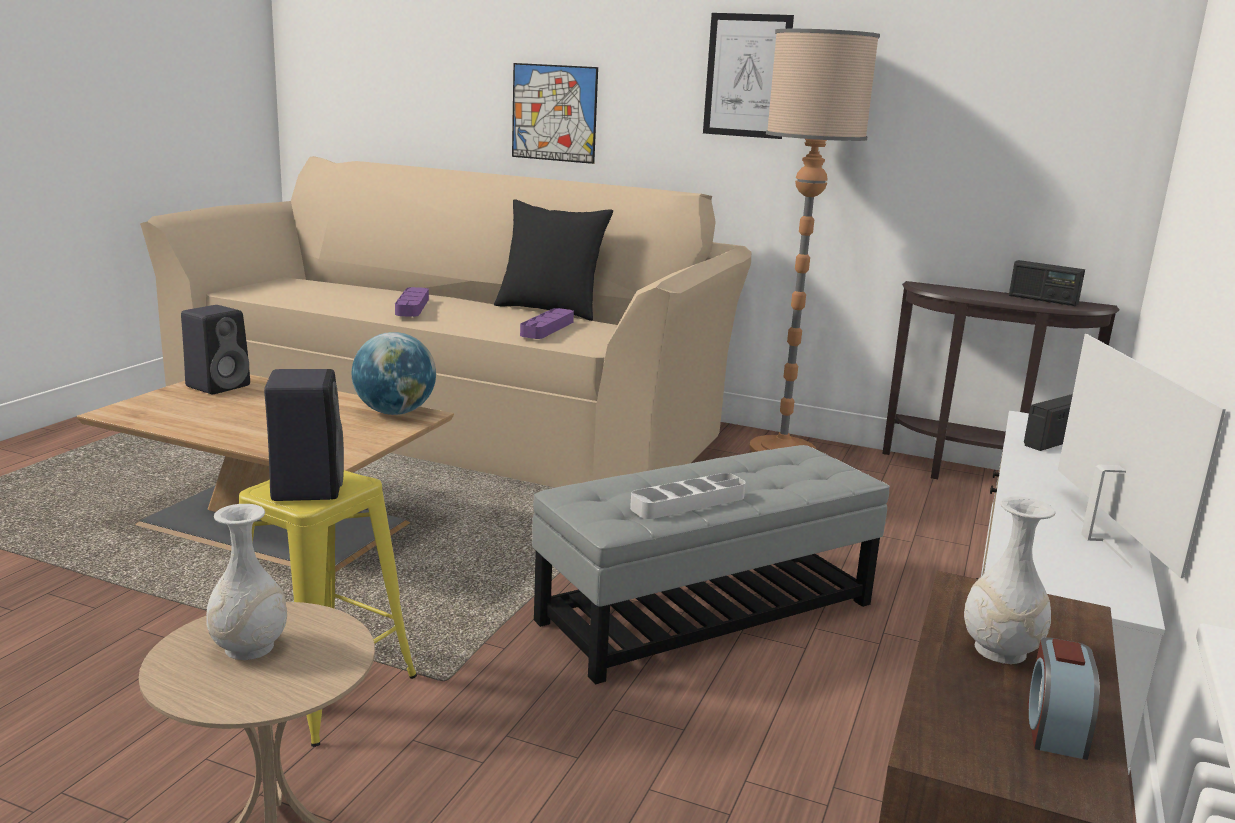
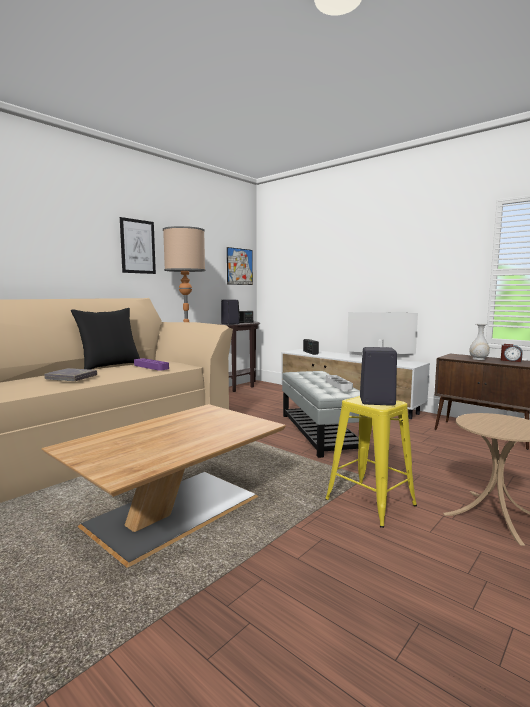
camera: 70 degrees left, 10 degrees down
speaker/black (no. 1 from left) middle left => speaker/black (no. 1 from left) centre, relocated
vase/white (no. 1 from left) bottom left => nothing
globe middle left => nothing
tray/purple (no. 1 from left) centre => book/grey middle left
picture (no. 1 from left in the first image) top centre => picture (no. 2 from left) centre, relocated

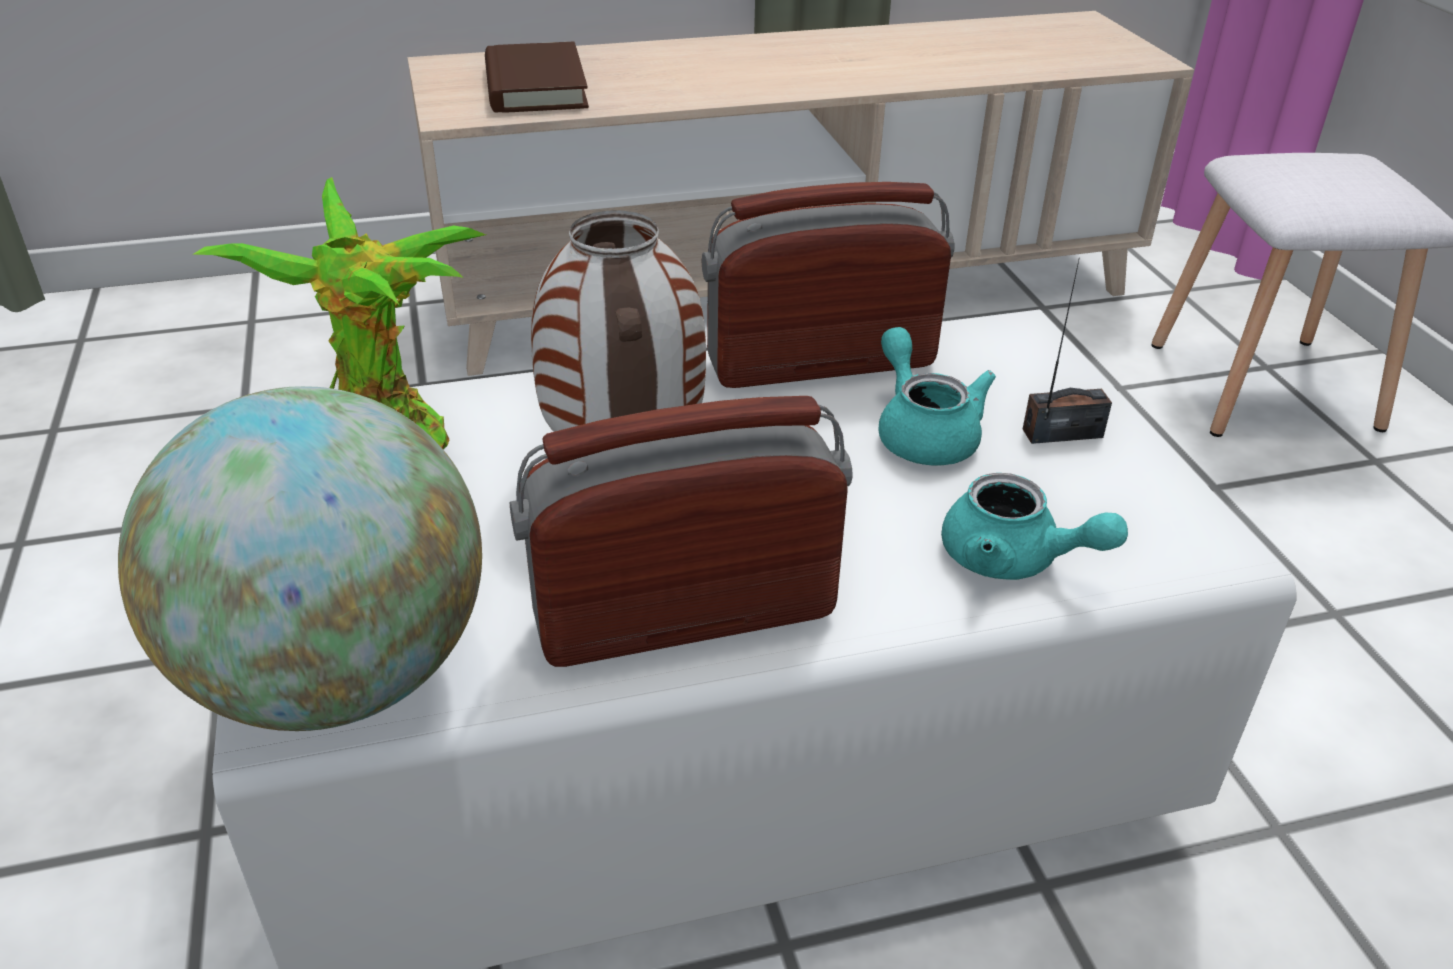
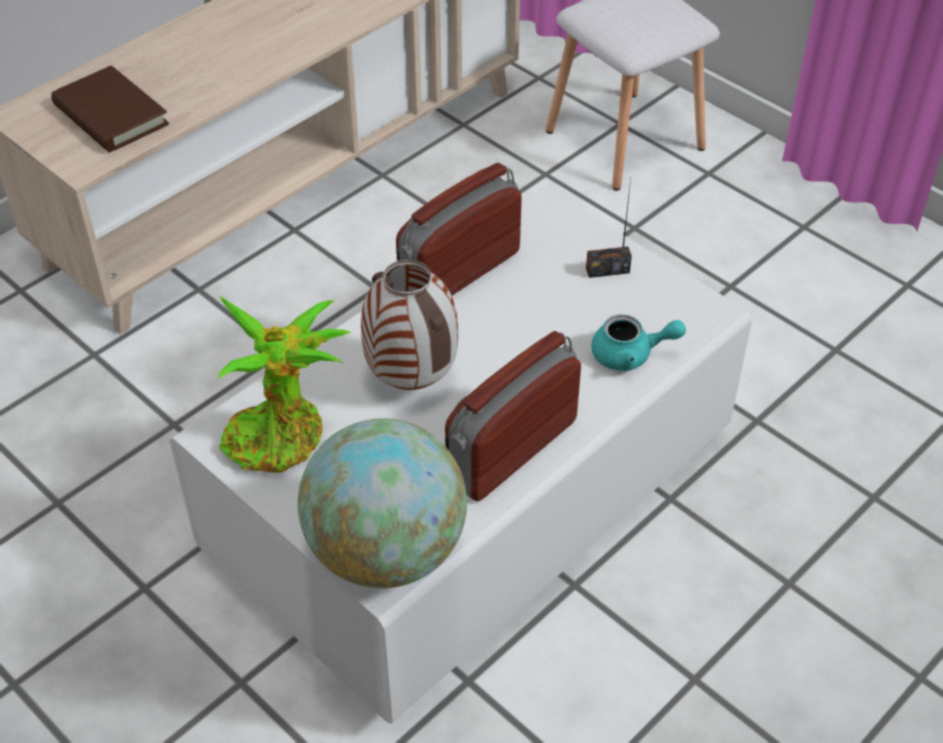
camera: 30 degrees left, 10 degrees up
teapot/turquoise (no. 1 from left) centre => nothing
radio (no. 3 from left) middle right => radio (no. 3 from left) top centre, 150 degrees counterclockwise

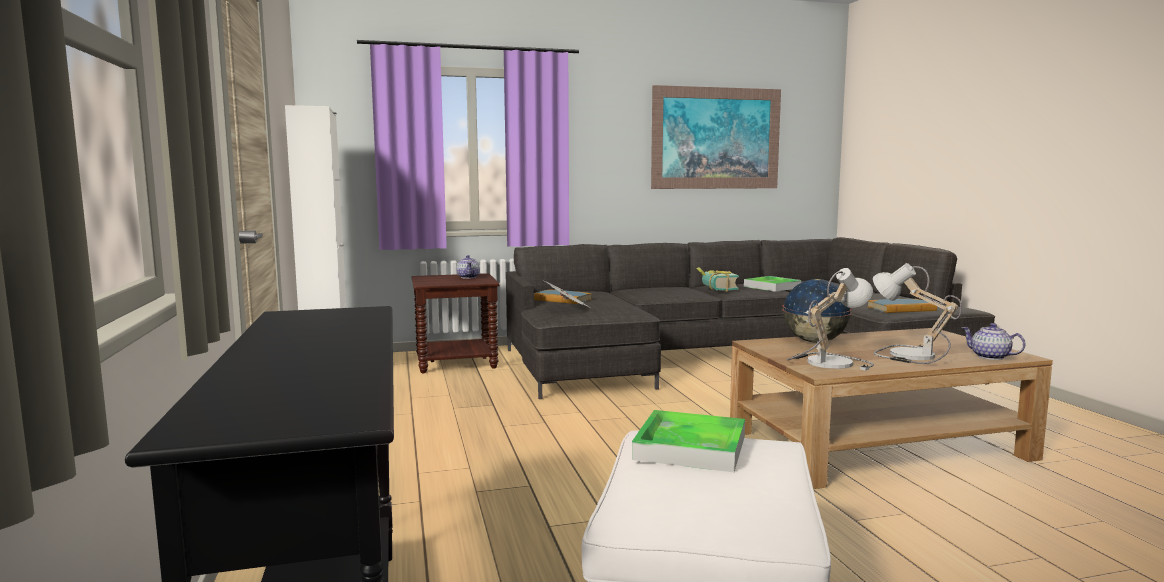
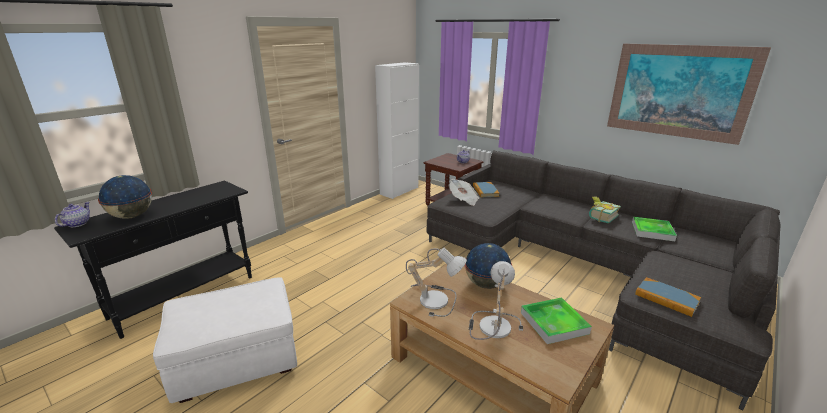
camera: 55 degrees right, 15 degrees up
tray (no. 1 from left) bottom centre => tray (no. 1 from left) bottom right, relocated
teapot (no. 2 from left in the first image) middle right => teapot (no. 1 from left) middle left, relocated
nothing => globe (no. 1 from left) middle left

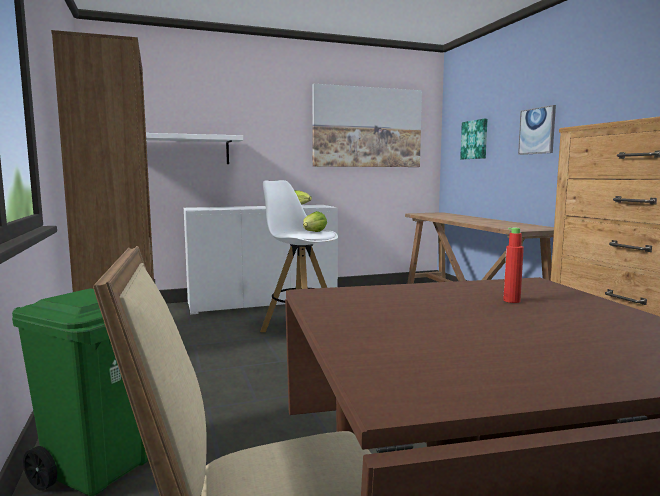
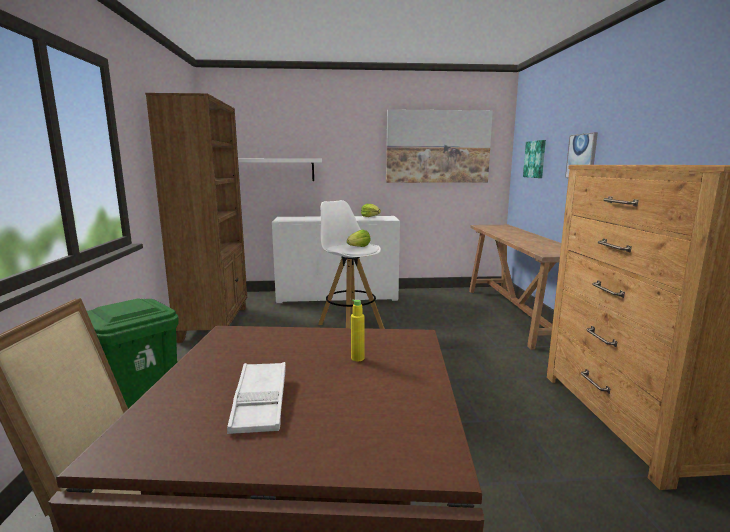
camera: 15 degrees right, 5 degrees up
bottle/red middle right => bottle/yellow centre
nothing => tray/white bottom centre

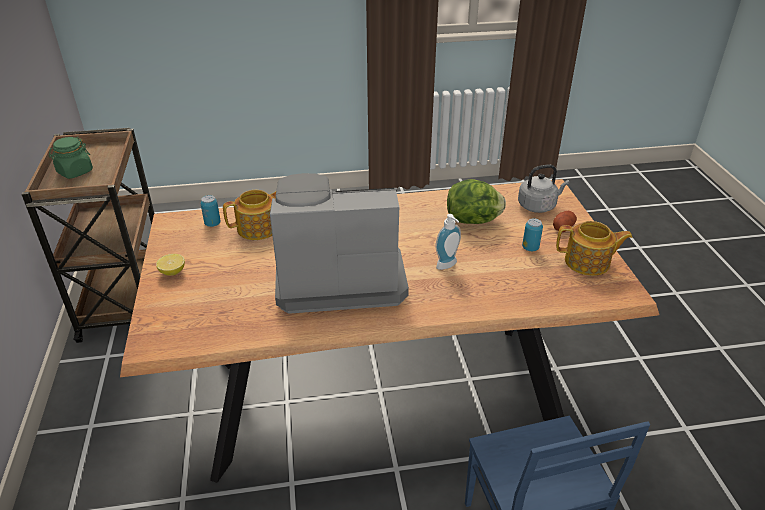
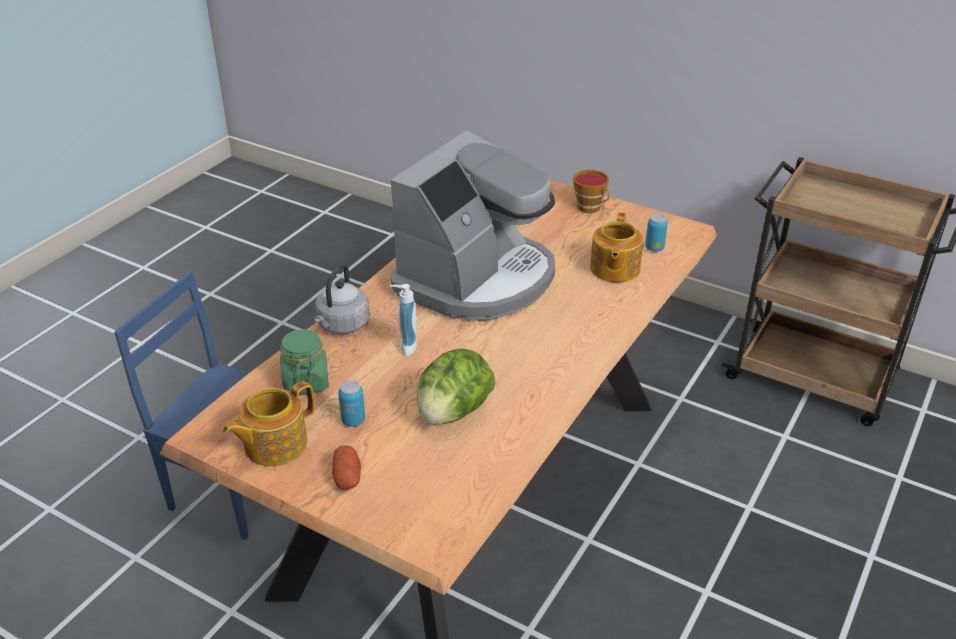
camera: 130 degrees right, 0 degrees up
jar/green top left => jar/green middle left, relocated
lemon middle left => cup top centre
kettle/grey middle right => kettle/grey centre, relocated

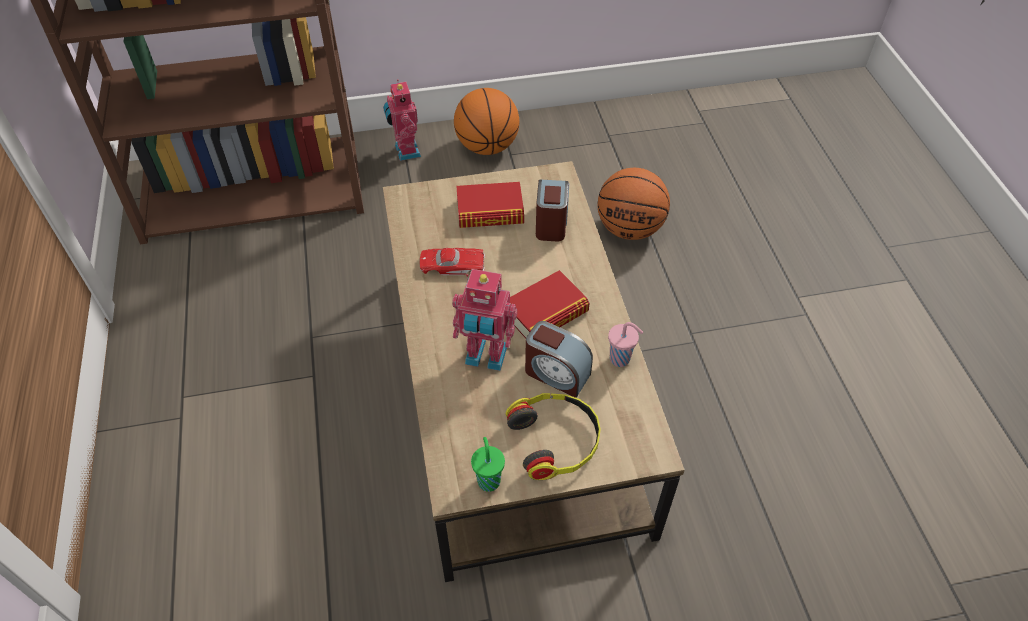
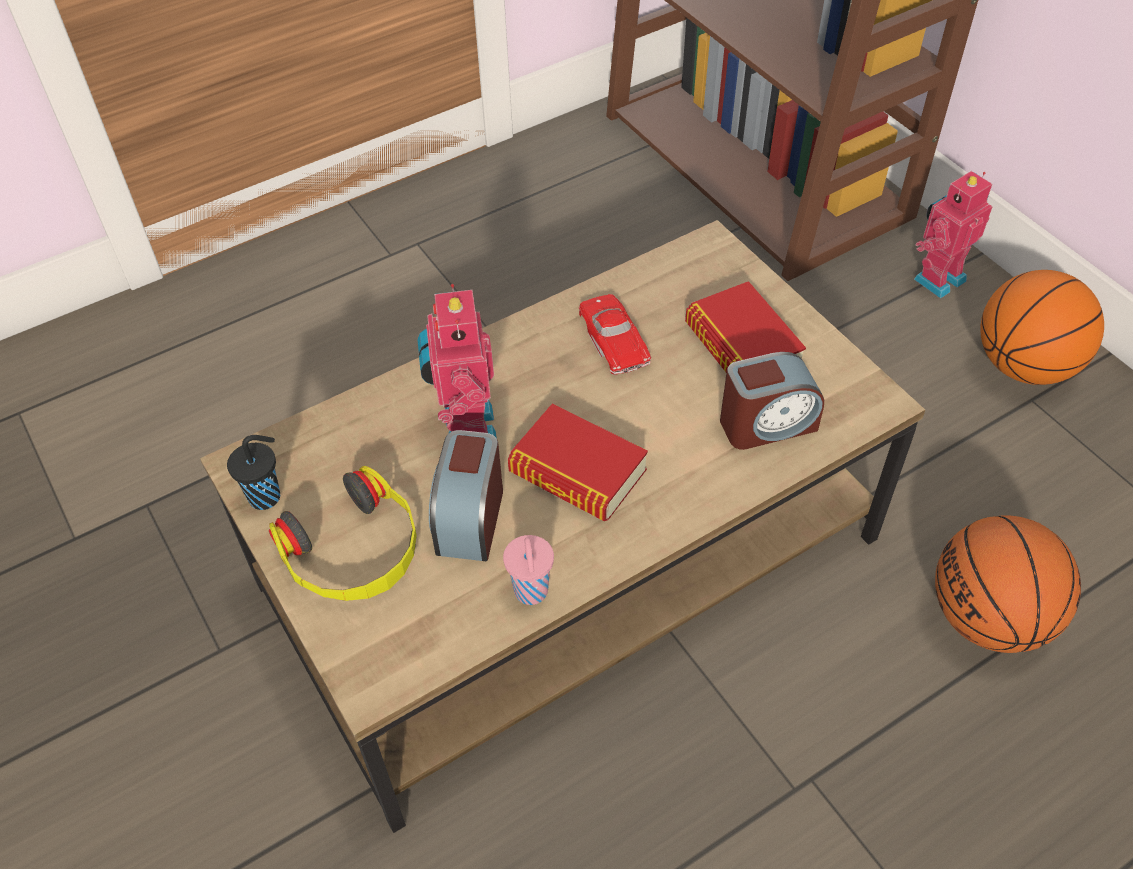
camera: 70 degrees right, 0 degrees up
cup/green bottom centre => cup/black middle left

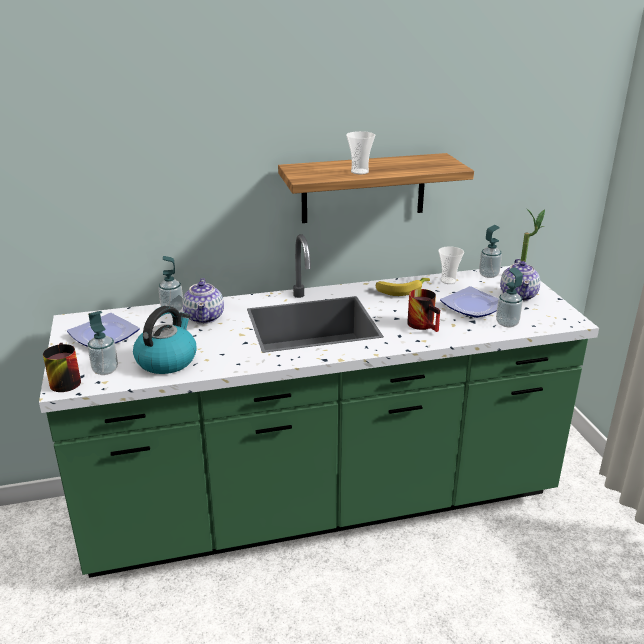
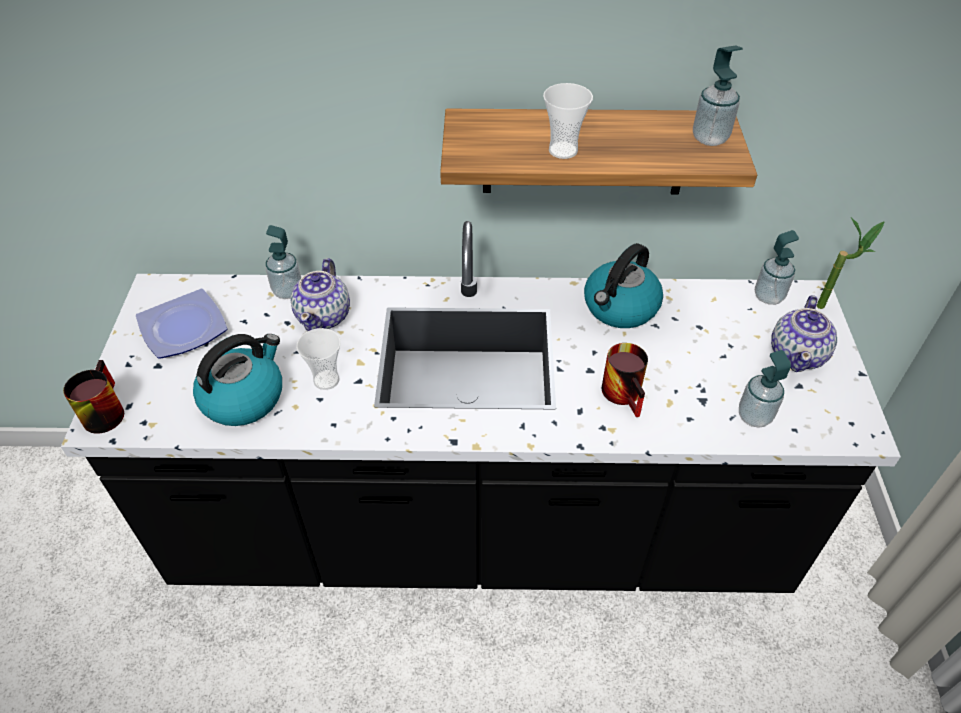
camera: 15 degrees right, 20 degrees up
counter/green centre => counter/black centre
soap dispenser (no. 1 from left in the first image) middle left => soap dispenser (no. 2 from left) top right, relocated
banana centre => kettle (no. 2 from left) centre
cup (no. 2 from left in the first image) middle right => cup (no. 1 from left) middle left, relocated
plate (no. 2 from left) middle right => nothing

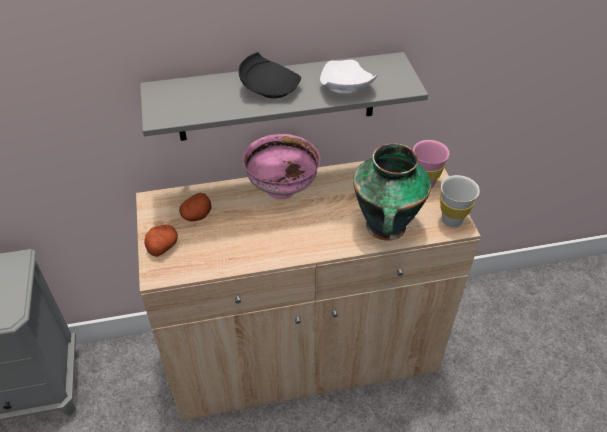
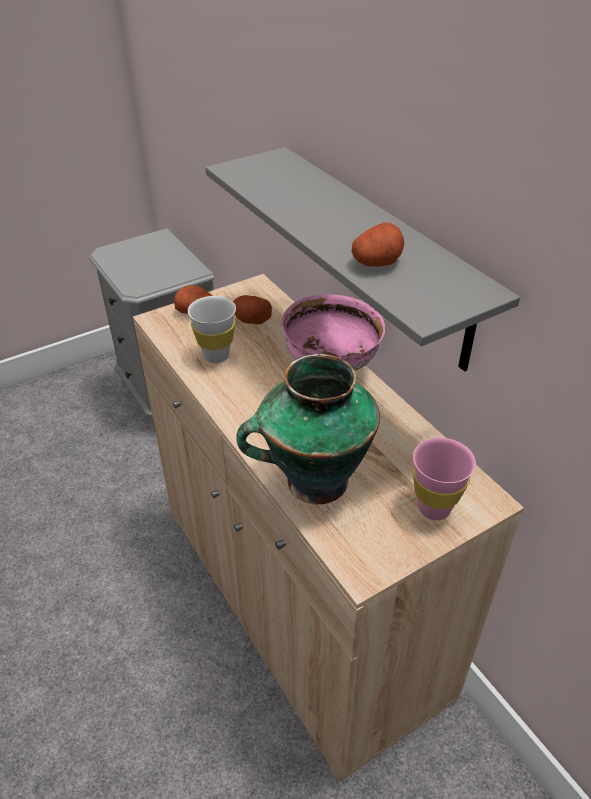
camera: 70 degrees right, 5 degrees down
plate/black top centre => nothing
plate/white top centre => potato (no. 3 from left) top centre
cup/white middle right => cup/white centre, relocated

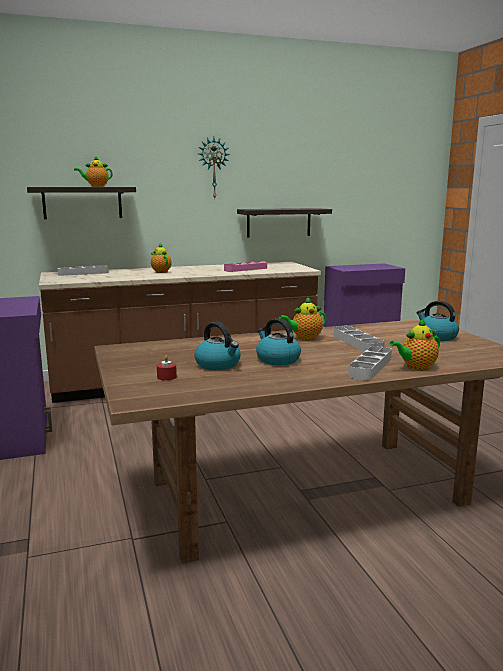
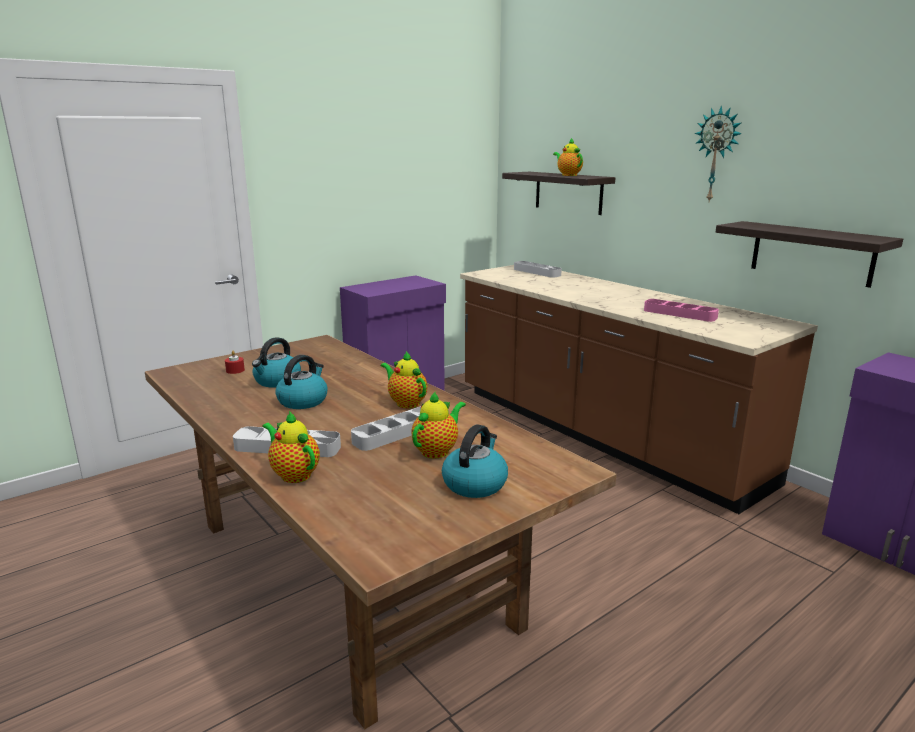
camera: 70 degrees right, 5 degrees up
teapot (no. 2 from left in the first image) middle left => teapot (no. 3 from left) centre, relocated

